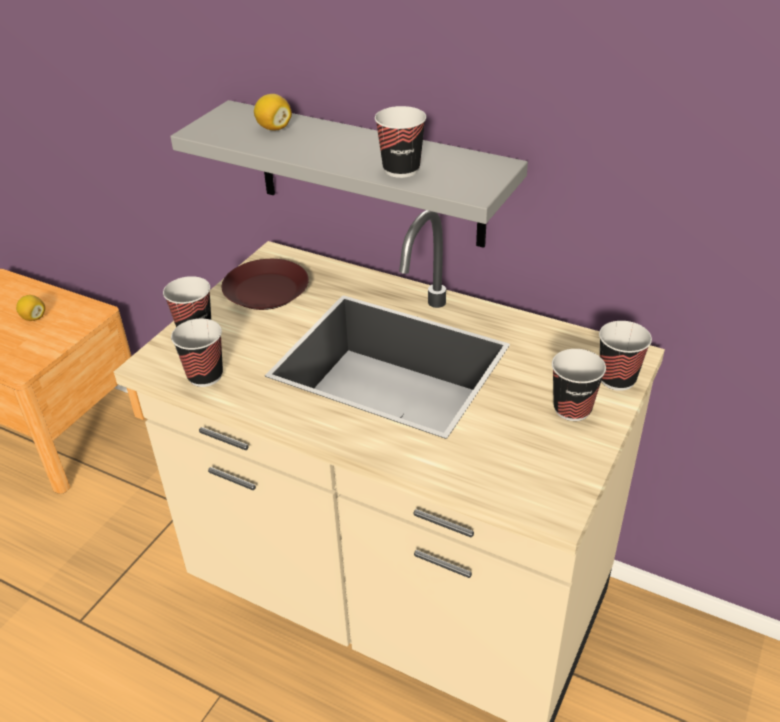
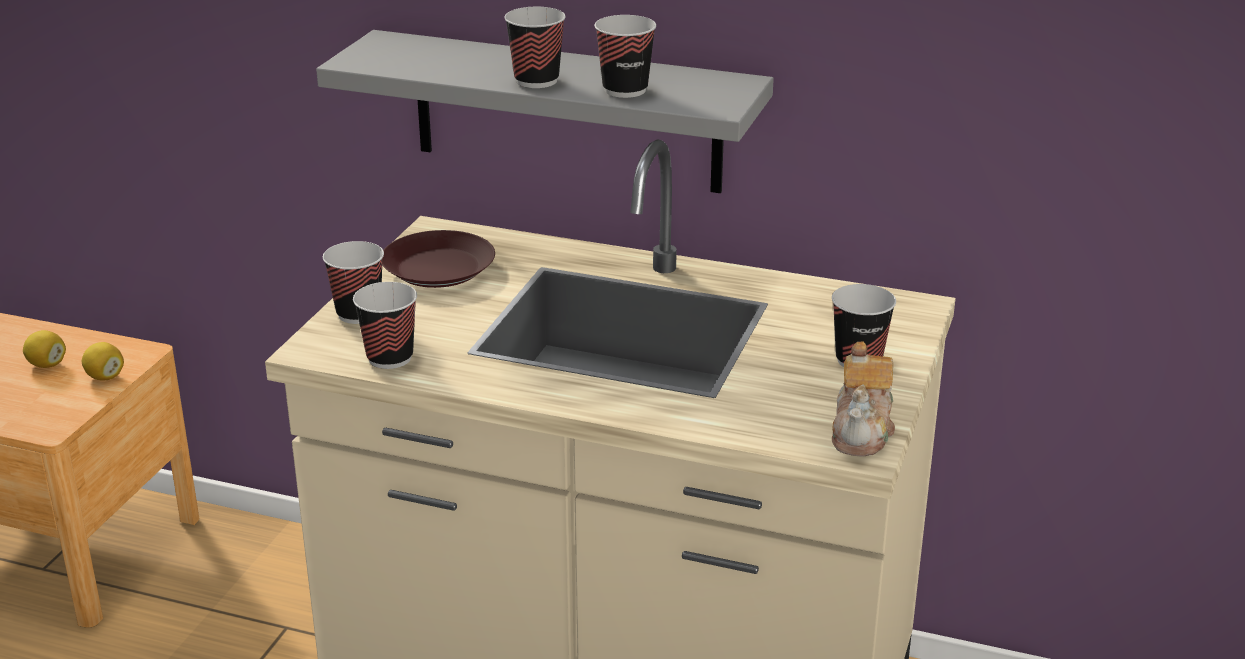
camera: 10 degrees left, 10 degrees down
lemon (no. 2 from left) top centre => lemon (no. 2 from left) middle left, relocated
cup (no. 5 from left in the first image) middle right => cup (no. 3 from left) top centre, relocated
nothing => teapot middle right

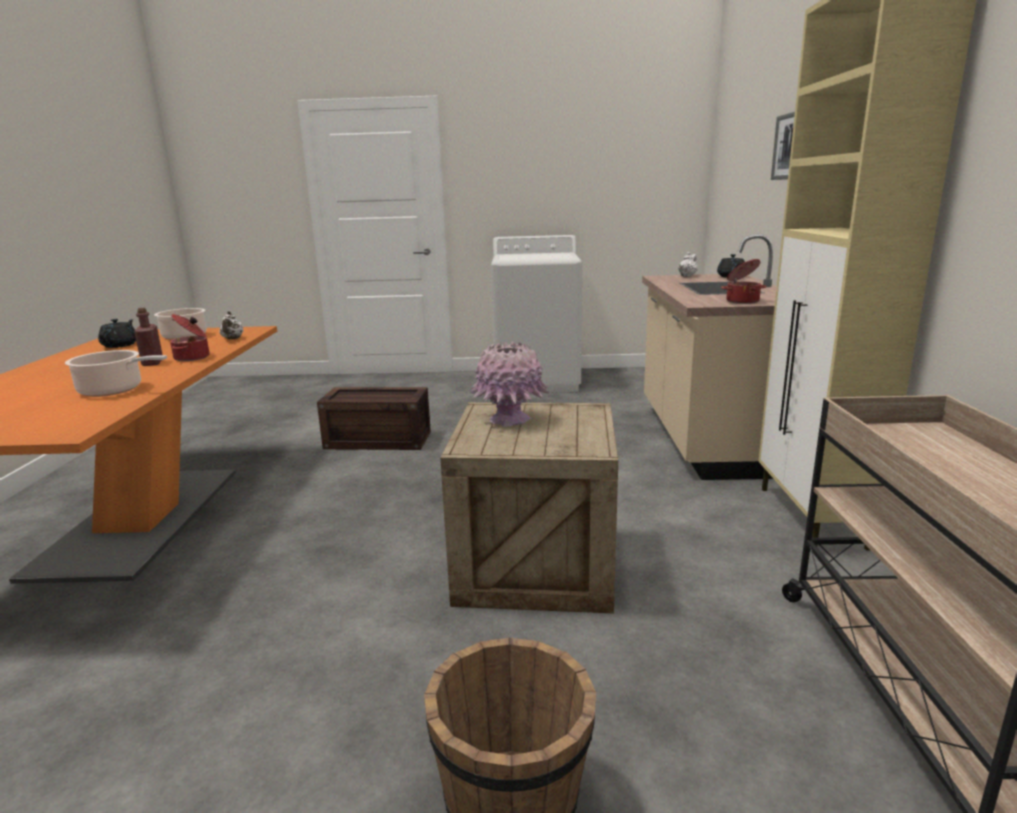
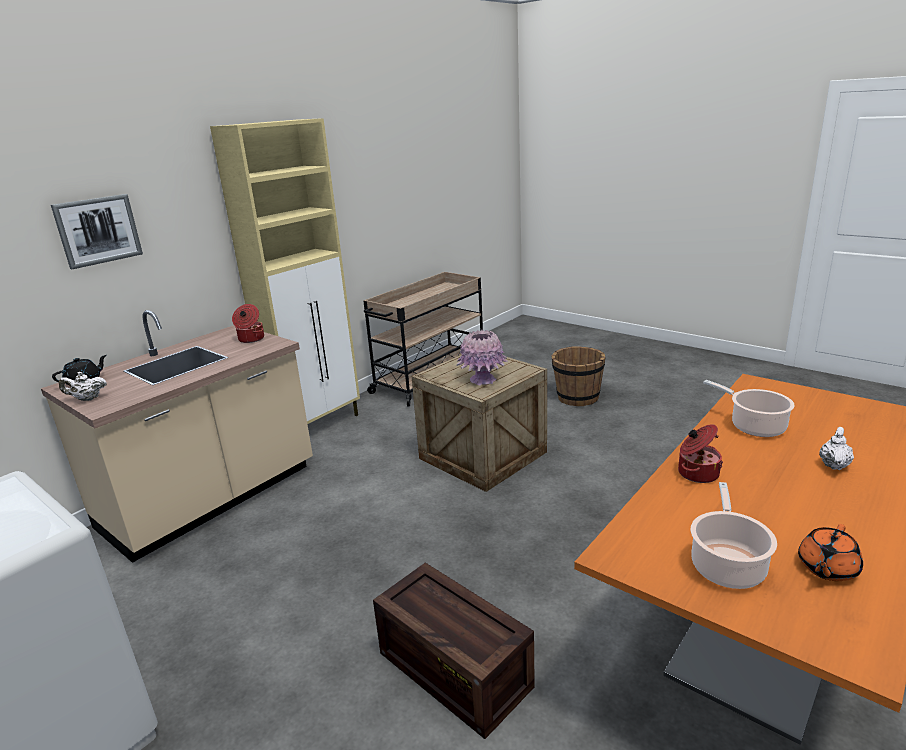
camera: 140 degrees left, 5 degrees up
teapot/black (no. 1 from left) middle left => teapot/orange bottom right
bottle/red middle left => nothing
teapot/white (no. 1 from left in the first image) middle left => teapot/white (no. 2 from left) middle right, relocated

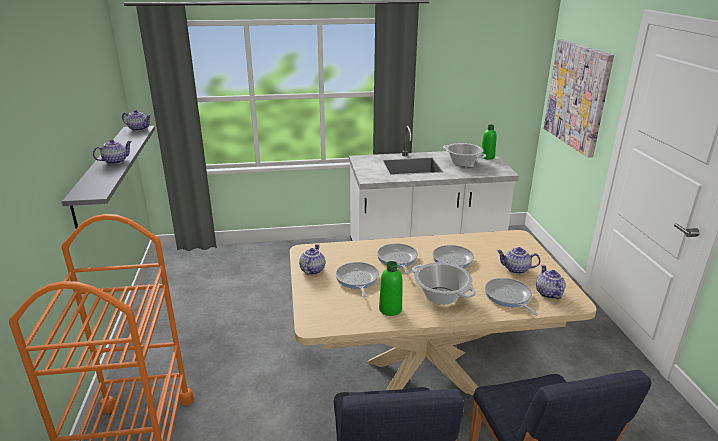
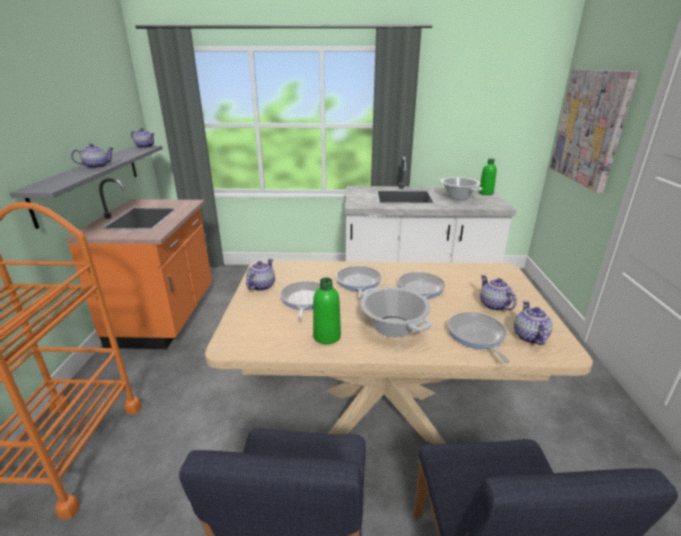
camera: 10 degrees right, 0 degrees up
teapot (no. 4 from left) middle right, 45 degrees clockwise
nothing => counter/orange middle left

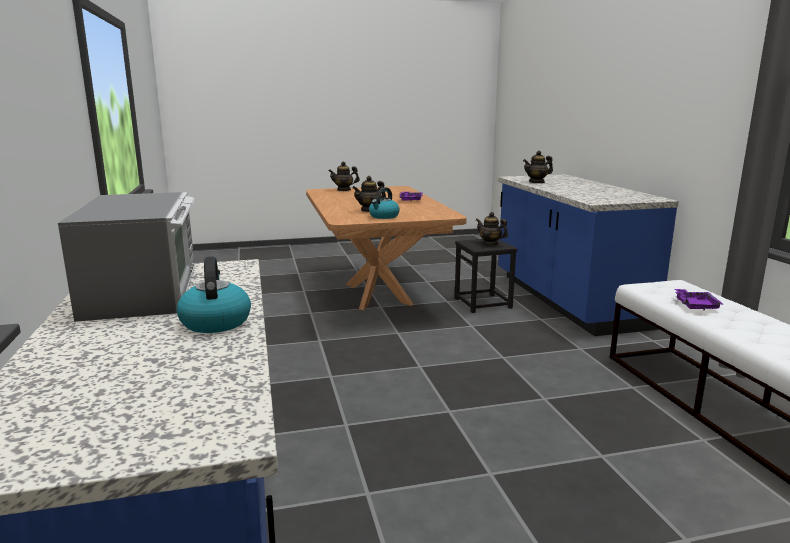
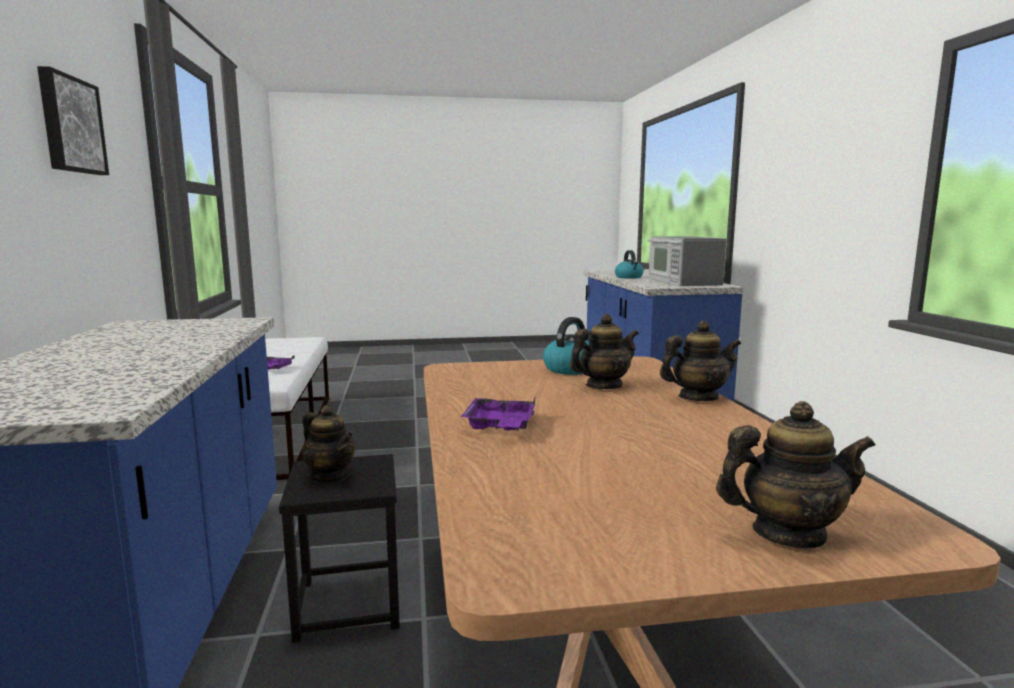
camera: 175 degrees left, 5 degrees down
teapot (no. 4 from left in the first image) top right => teapot (no. 3 from left) middle right, relocated
nothing => picture top left

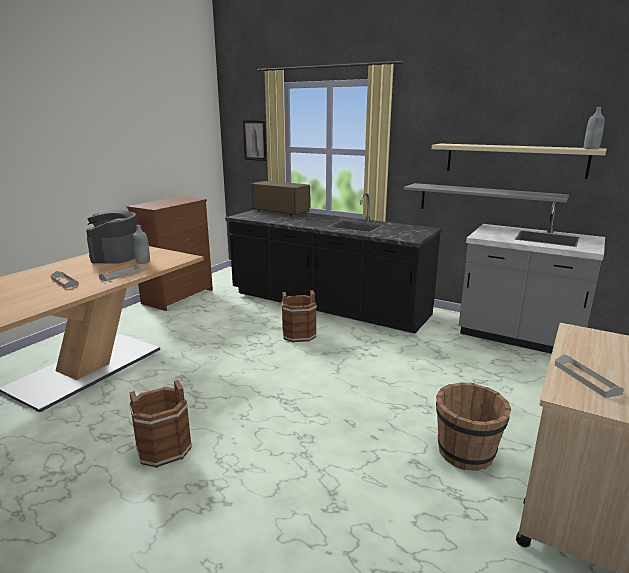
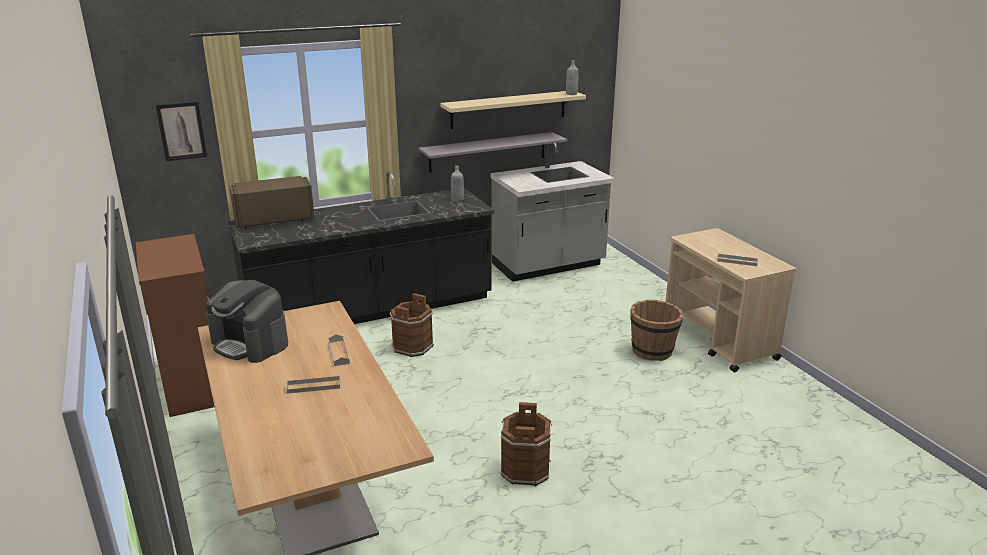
camera: 55 degrees left, 5 degrees up
bottle/grey (no. 1 from left) middle left => bottle/grey (no. 1 from left) top centre, relocated

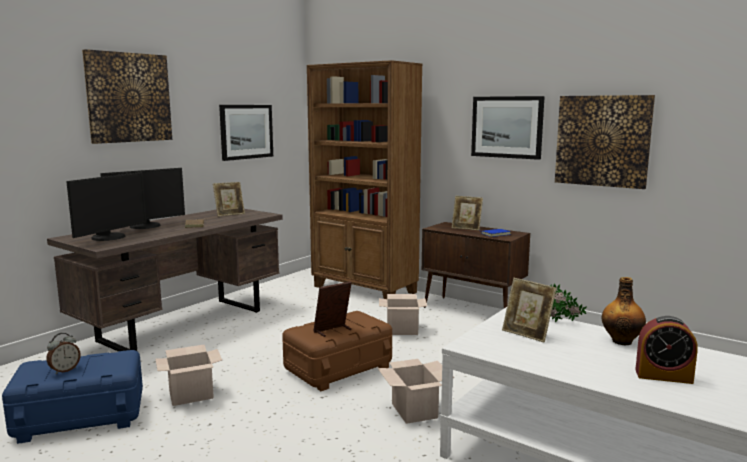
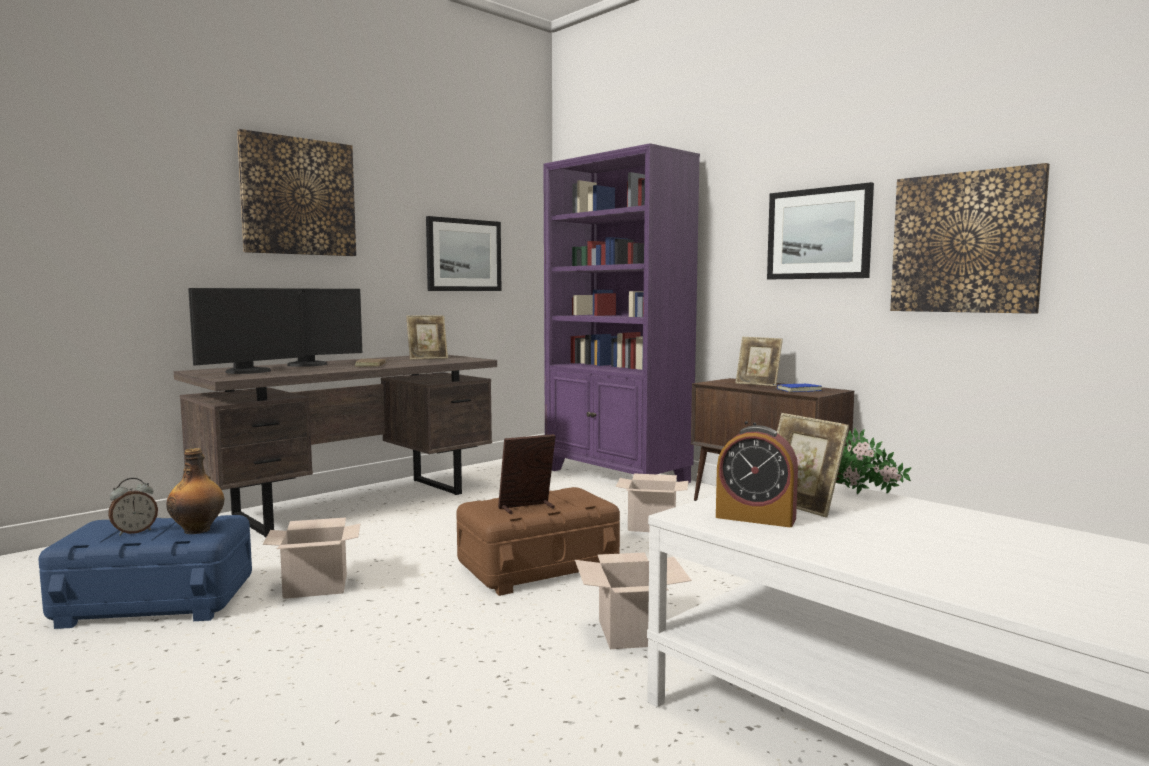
camera: 10 degrees right, 5 degrees down
bookcase/brown centre => bookcase/purple centre
bottle bottom right => bottle middle left, relocated
alarm clock (no. 2 from left) bottom right => alarm clock (no. 2 from left) centre, relocated

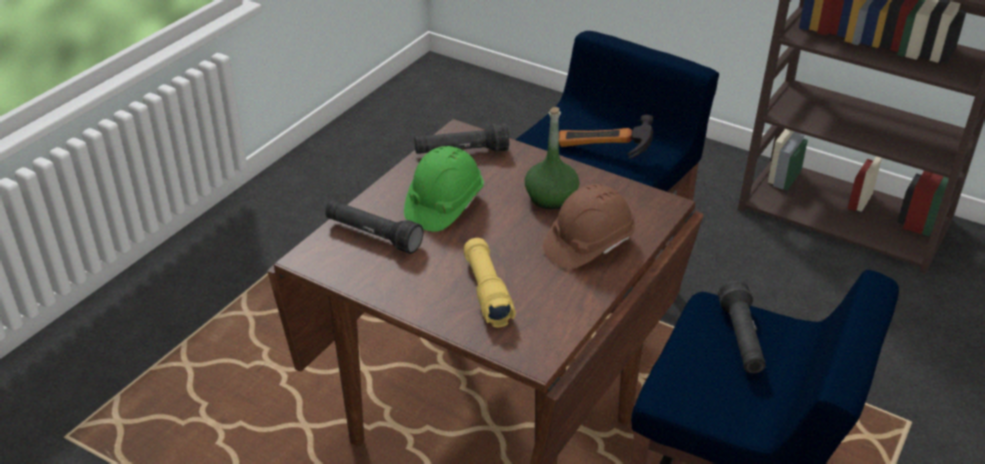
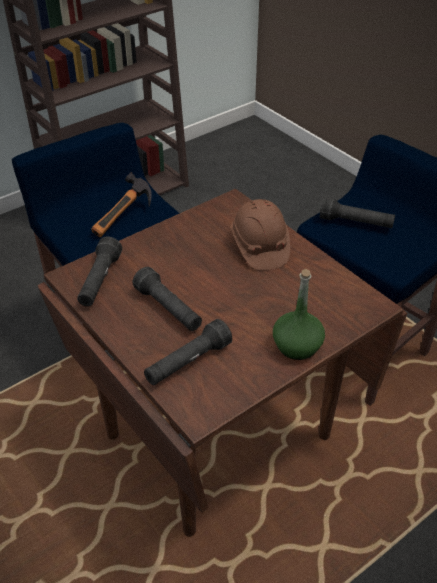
camera: 70 degrees left, 5 degrees up
hard hat/green centre => flashlight/black (no. 2 from left) centre
flashlight/yellow centre => nothing
bottle/green centre => bottle/green middle right, relocated

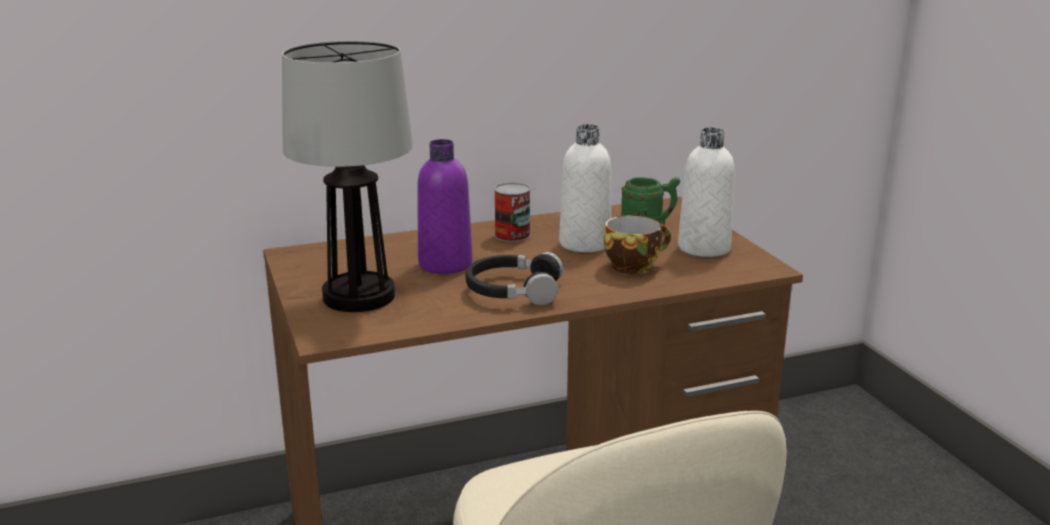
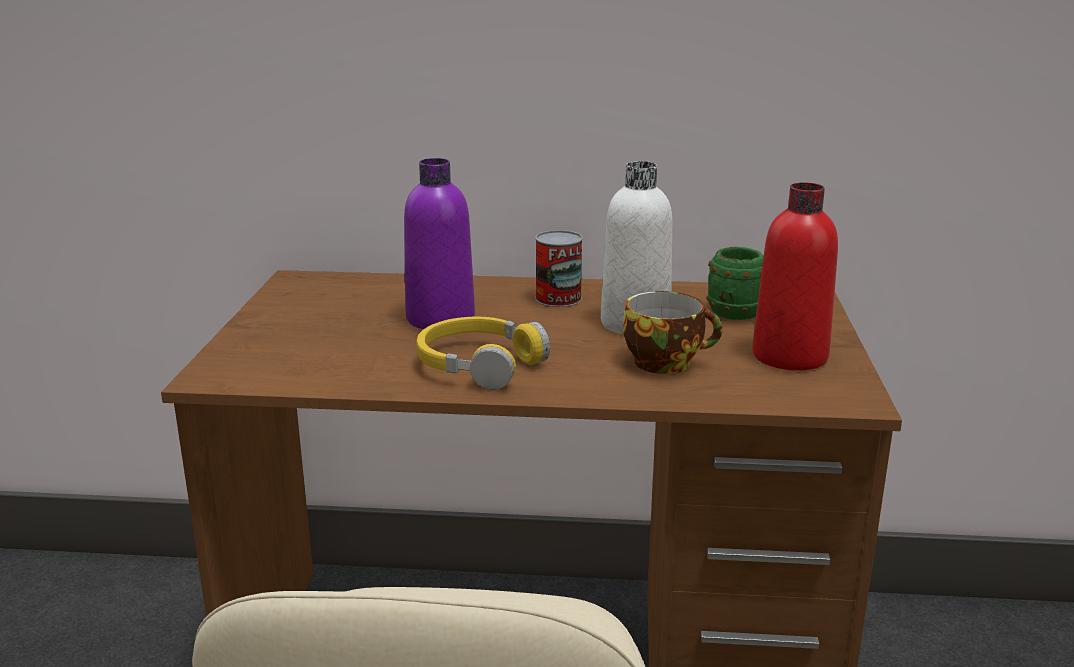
camera: 25 degrees right, 0 degrees up
table lamp middle left => nothing
headphones/black centre => headphones/yellow centre
bottle/white (no. 2 from left) middle right => bottle/red middle right

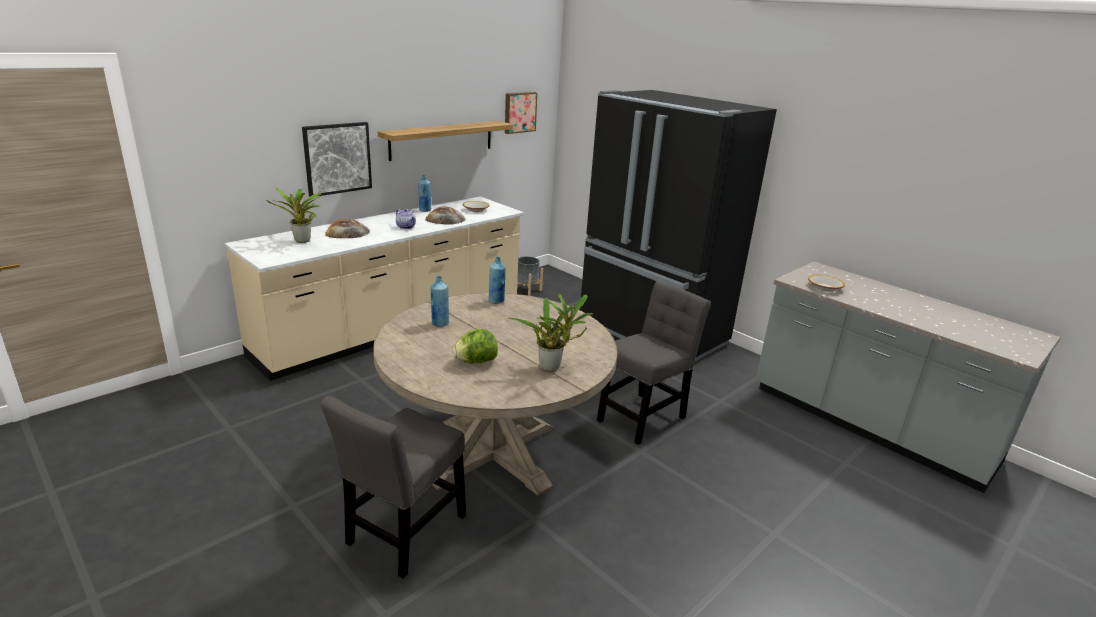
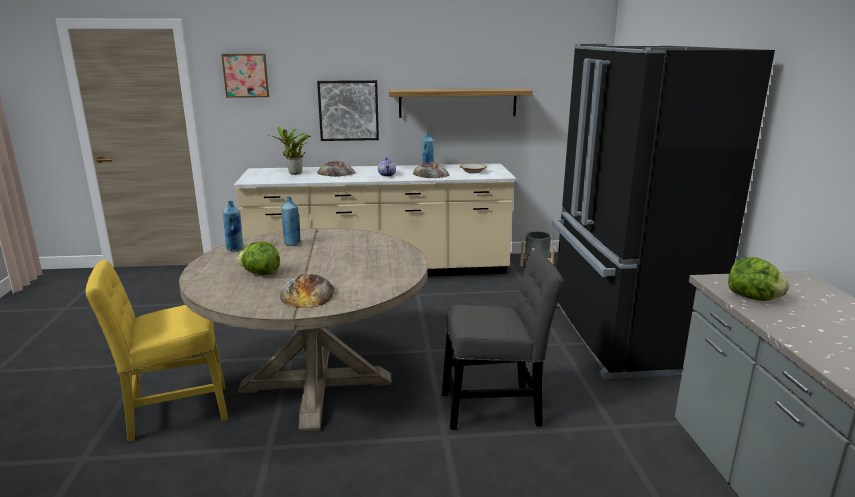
camera: 40 degrees right, 5 degrees down
chair/grey (no. 1 from left) bottom centre => chair/yellow bottom left
bottle/blue (no. 3 from left in the first image) centre => bottle/blue (no. 1 from left) middle left, relocated
picture (no. 2 from left in the first image) top centre => picture (no. 1 from left) top left, relocated
potted plant (no. 2 from left) centre => bread (no. 1 from left) centre
bowl (no. 2 from left) middle right => lettuce (no. 2 from left) middle right

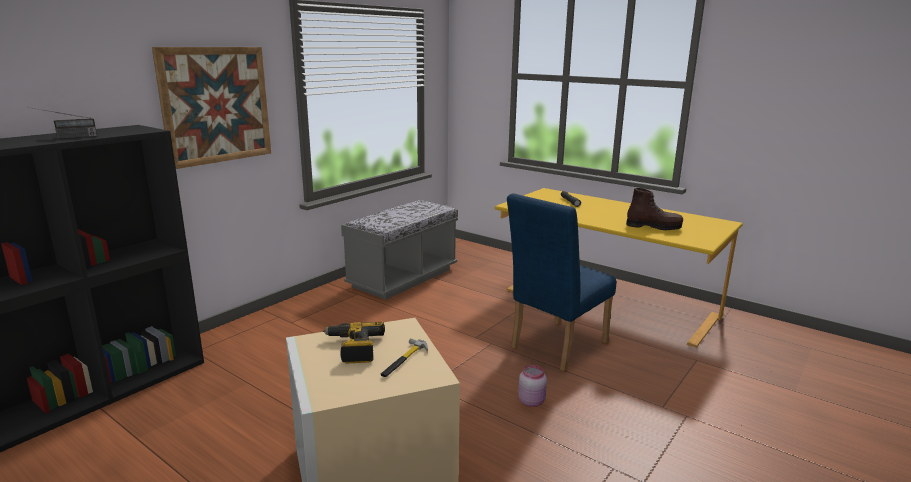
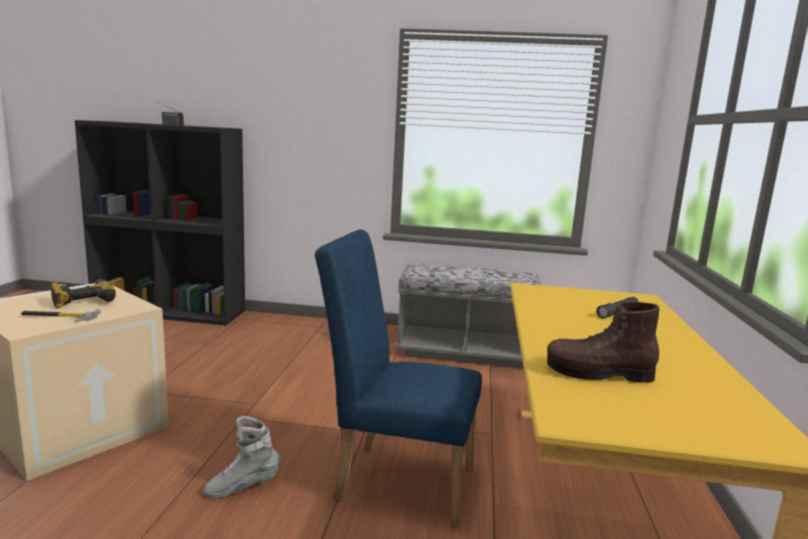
camera: 60 degrees right, 5 degrees down
picture top left => nothing
jar/pink bottom centre => boot/grey bottom left
boot/brown middle right, 105 degrees clockwise

